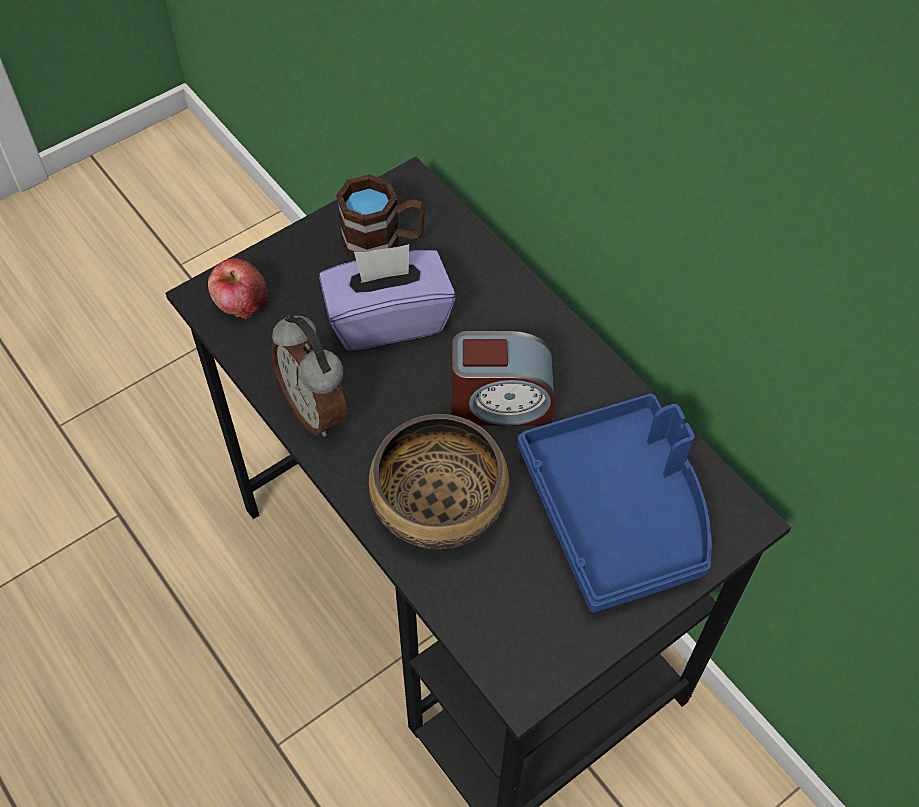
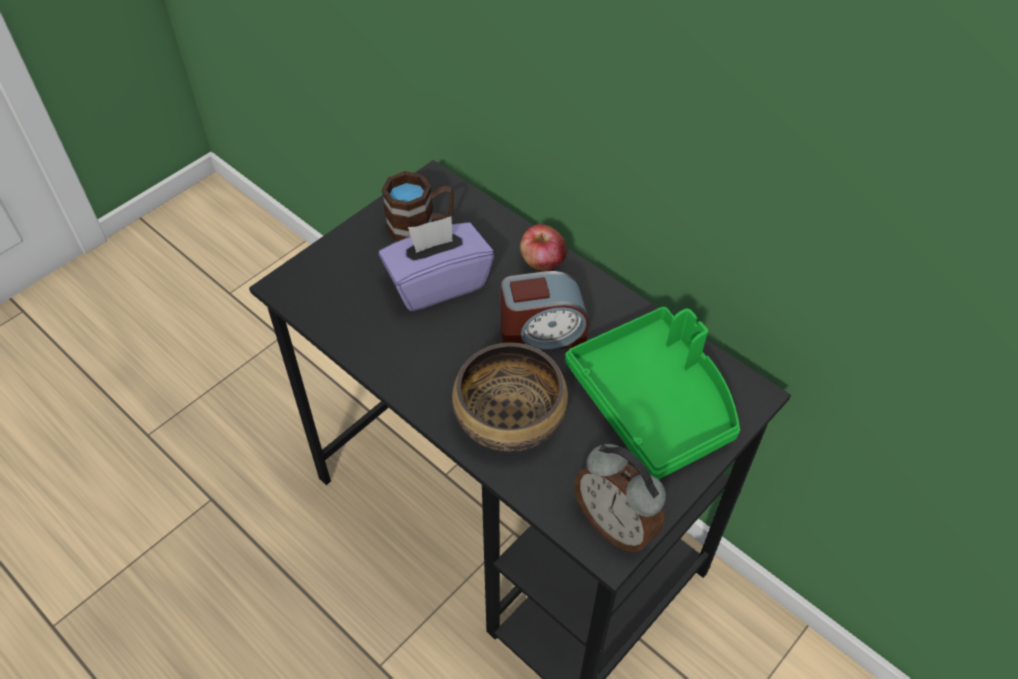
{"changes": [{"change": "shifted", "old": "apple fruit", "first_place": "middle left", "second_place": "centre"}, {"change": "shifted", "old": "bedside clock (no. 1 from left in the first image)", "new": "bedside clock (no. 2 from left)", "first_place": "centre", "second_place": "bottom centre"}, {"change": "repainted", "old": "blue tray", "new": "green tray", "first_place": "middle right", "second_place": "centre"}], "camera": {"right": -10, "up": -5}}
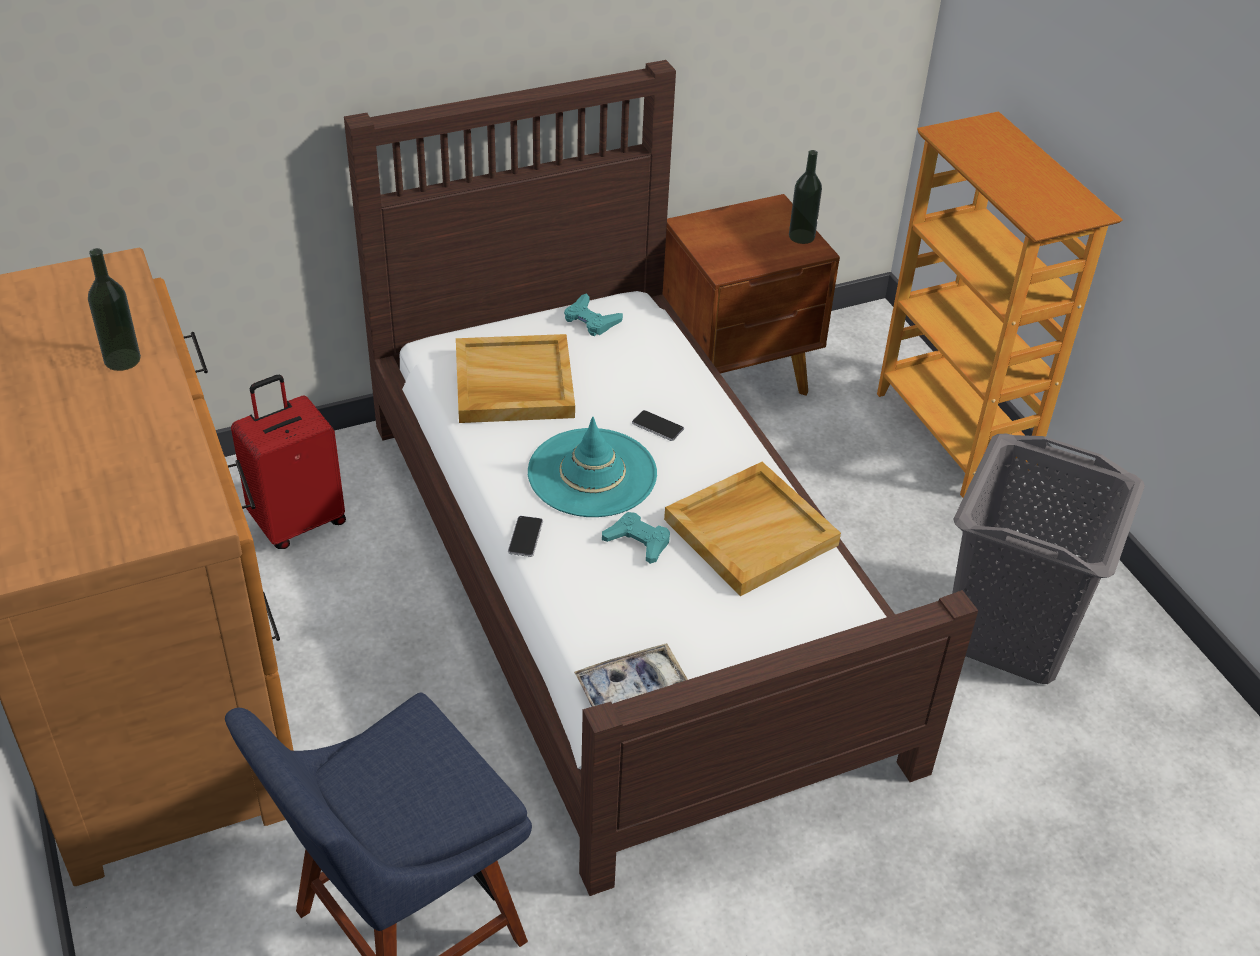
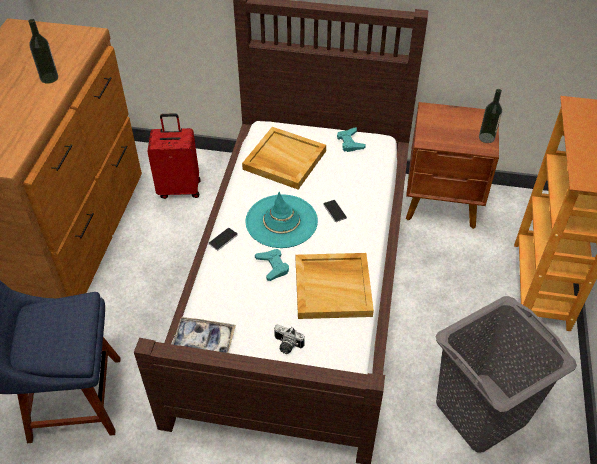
{"changes": [{"change": "new", "new": "photo camera", "second_place": "bottom centre"}], "camera": {"right": 35, "up": 5}}
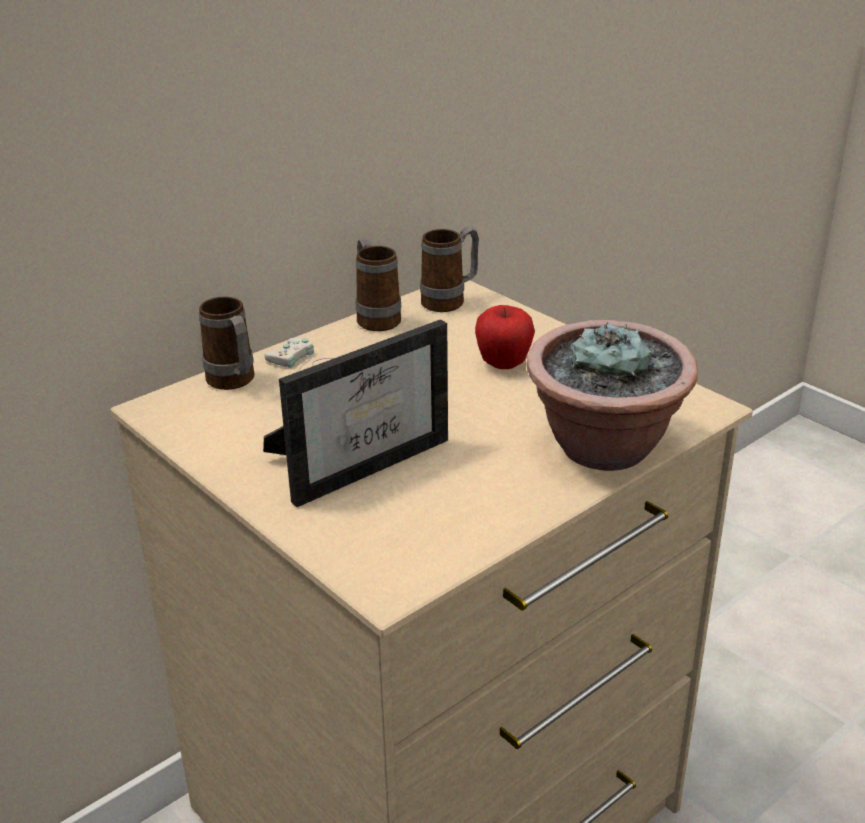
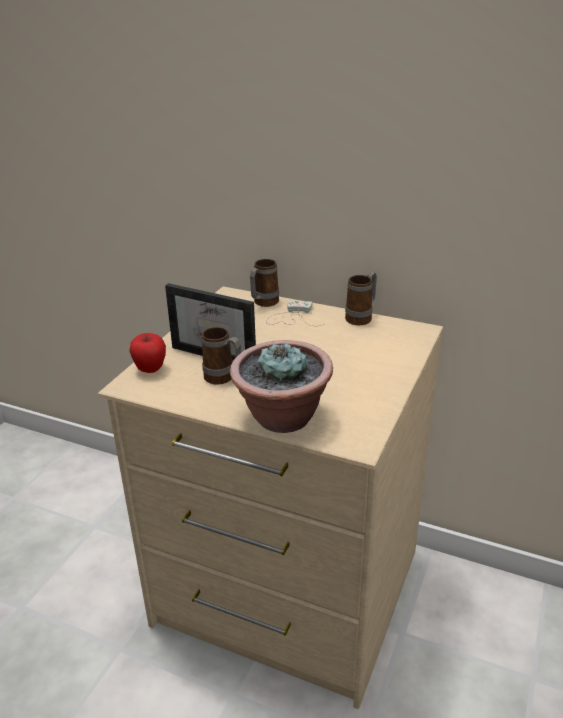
{"changes": [{"change": "shifted", "old": "coffee mug (no. 3 from left in the first image)", "new": "coffee mug (no. 1 from left)", "first_place": "top centre", "second_place": "centre"}, {"change": "shifted", "old": "apple fruit", "first_place": "centre", "second_place": "middle left"}], "camera": {"right": 65, "up": 0}}
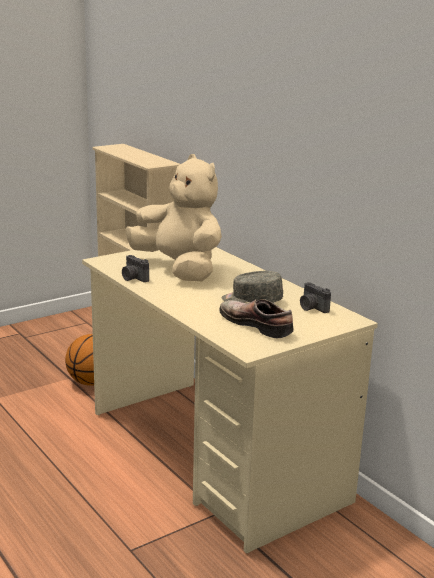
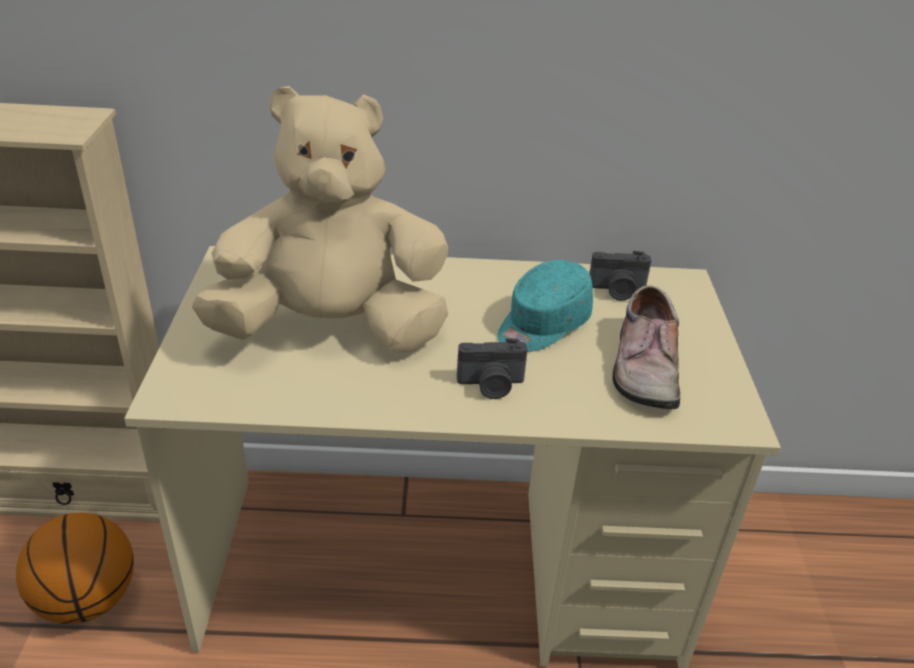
{"changes": [{"change": "shifted", "old": "photo camera (no. 1 from left)", "first_place": "middle left", "second_place": "centre"}, {"change": "rotated", "old": "item of footwear", "first_place": "centre", "second_place": "middle right", "degrees": -75}, {"change": "repainted", "old": "gray baseball cap", "new": "turquoise baseball cap", "first_place": "centre", "second_place": "centre"}], "camera": {"right": -55, "up": 15}}
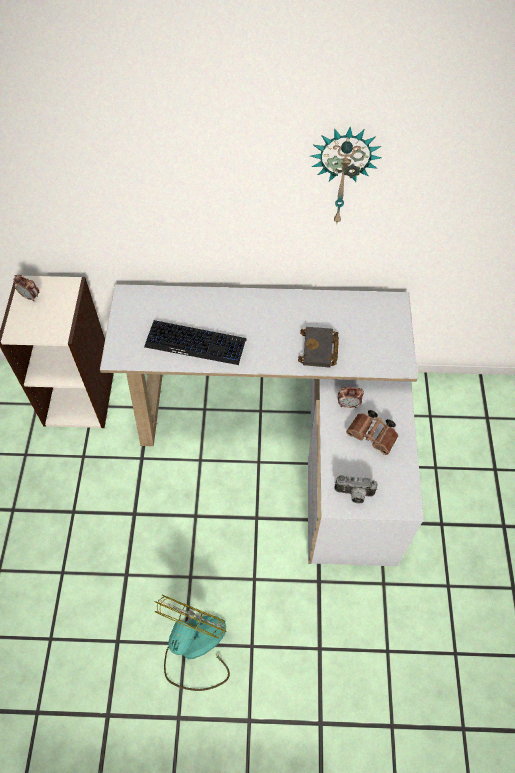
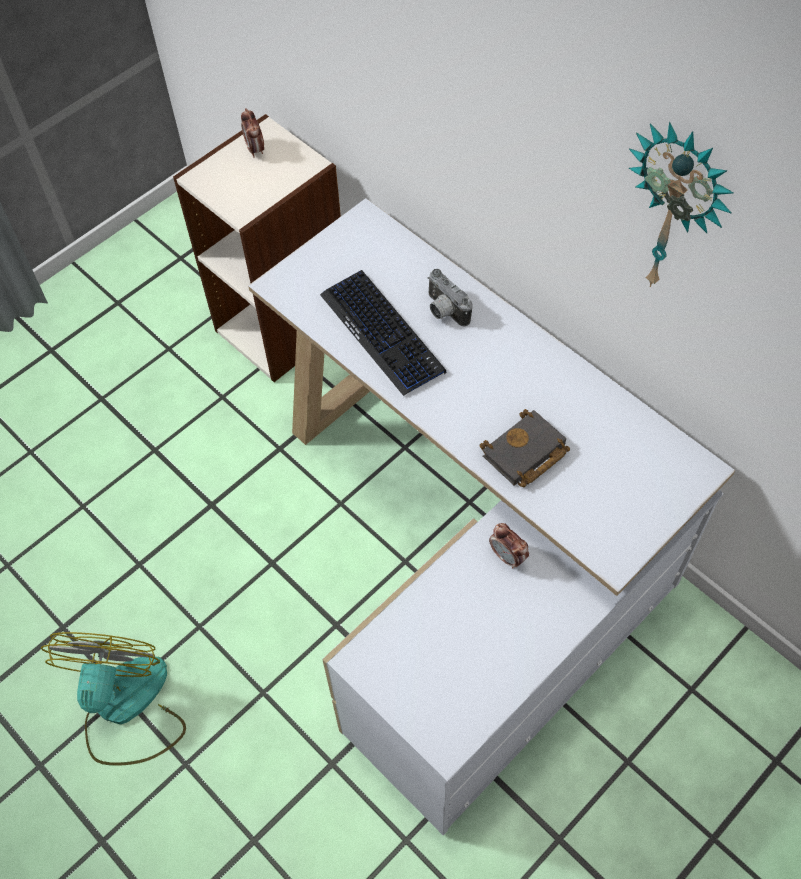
{"changes": [{"change": "rotated", "old": "electric fan", "first_place": "bottom centre", "second_place": "bottom left", "degrees": -60}, {"change": "shifted", "old": "photo camera", "first_place": "middle right", "second_place": "centre"}, {"change": "gone", "old": "brown-coloured binoculars", "first_place": "middle right"}], "camera": {"right": 45, "up": 0}}
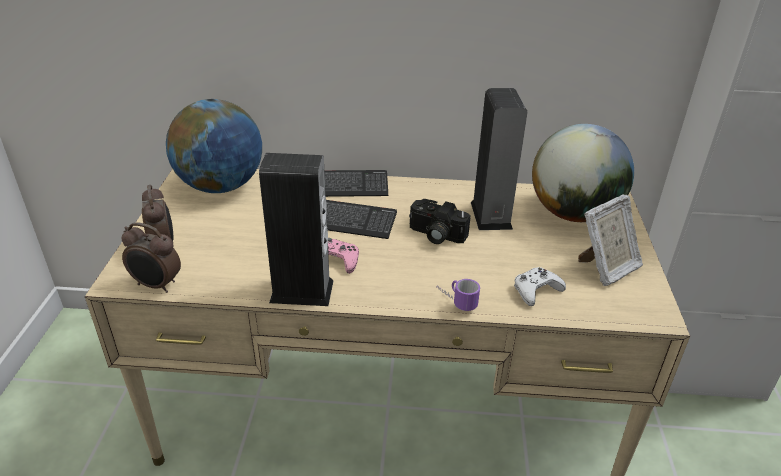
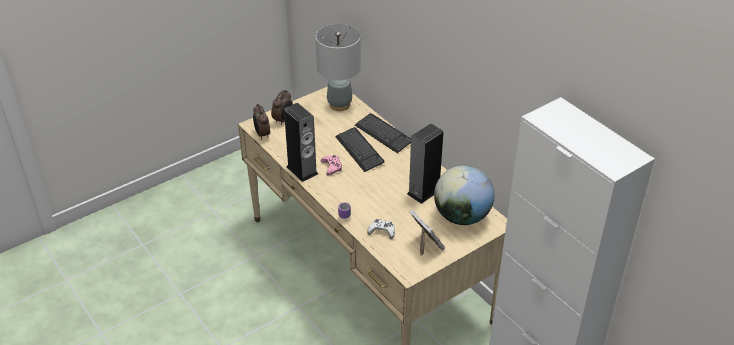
{"changes": [{"change": "swapped", "old": "globe (no. 1 from left)", "new": "gray table lamp", "first_place": "top left", "second_place": "top centre"}, {"change": "gone", "old": "photo camera", "first_place": "centre"}, {"change": "rotated", "old": "picture frame", "first_place": "middle right", "second_place": "bottom centre", "degrees": -135}], "camera": {"right": 50, "up": 5}}
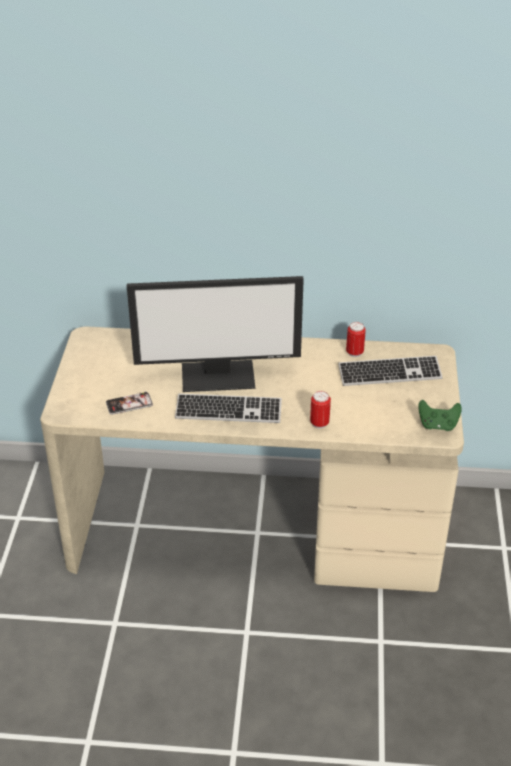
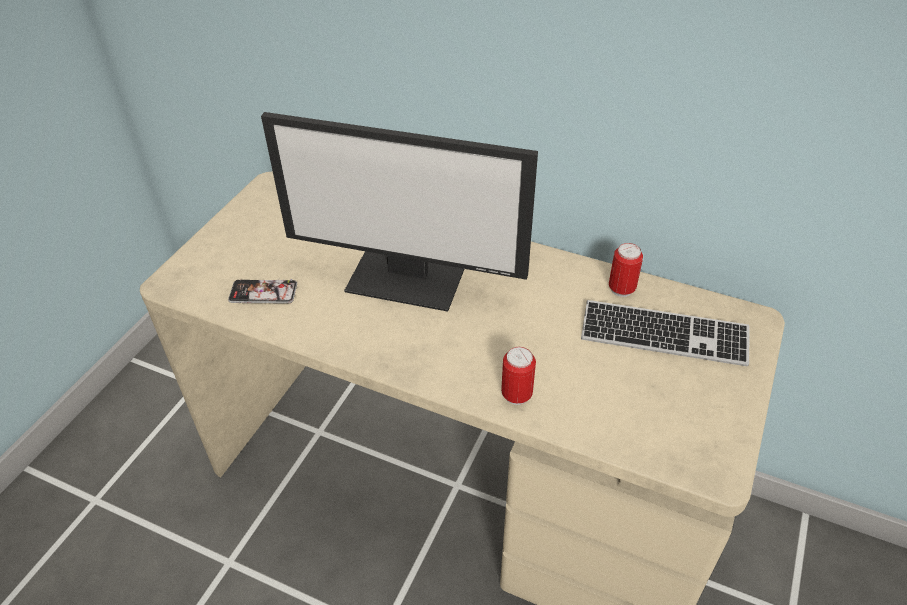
{"changes": [{"change": "gone", "old": "computer keyboard (no. 1 from left)", "first_place": "centre"}, {"change": "gone", "old": "green gamepad", "first_place": "middle right"}], "camera": {"right": 20, "up": 5}}
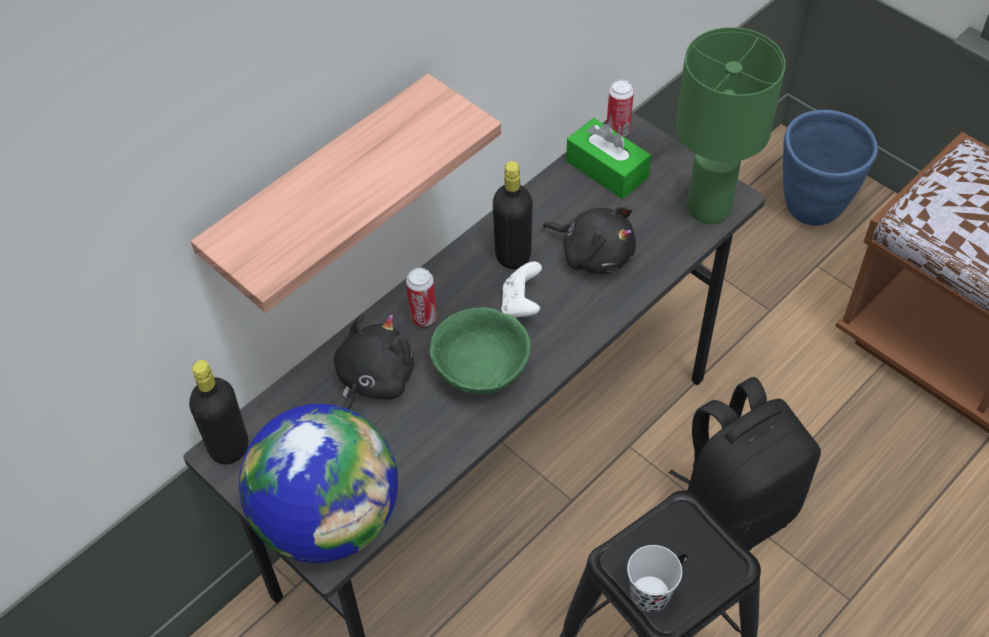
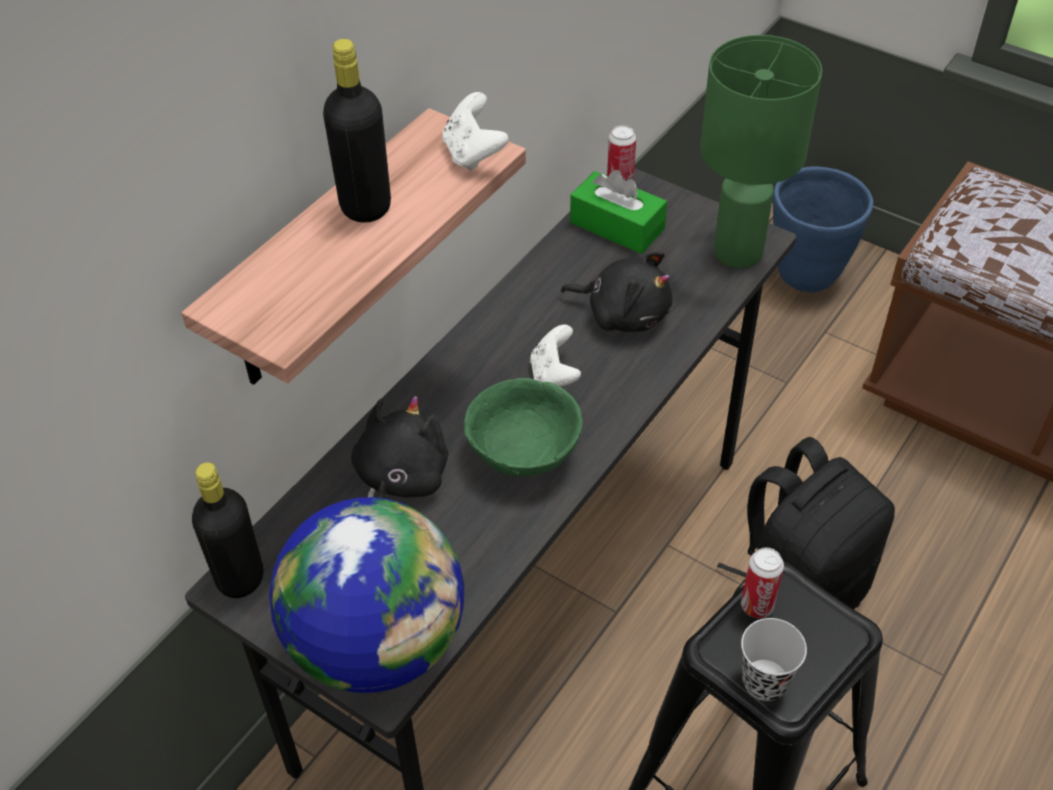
{"changes": [{"change": "shifted", "old": "metal can (no. 1 from left in the first image)", "new": "metal can (no. 2 from left)", "first_place": "centre", "second_place": "bottom right"}, {"change": "shifted", "old": "blackish bottle (no. 2 from left)", "first_place": "centre", "second_place": "top centre"}, {"change": "new", "new": "white-coloured gamepad (no. 1 from left)", "second_place": "top centre"}], "camera": {"right": -10, "up": -5}}
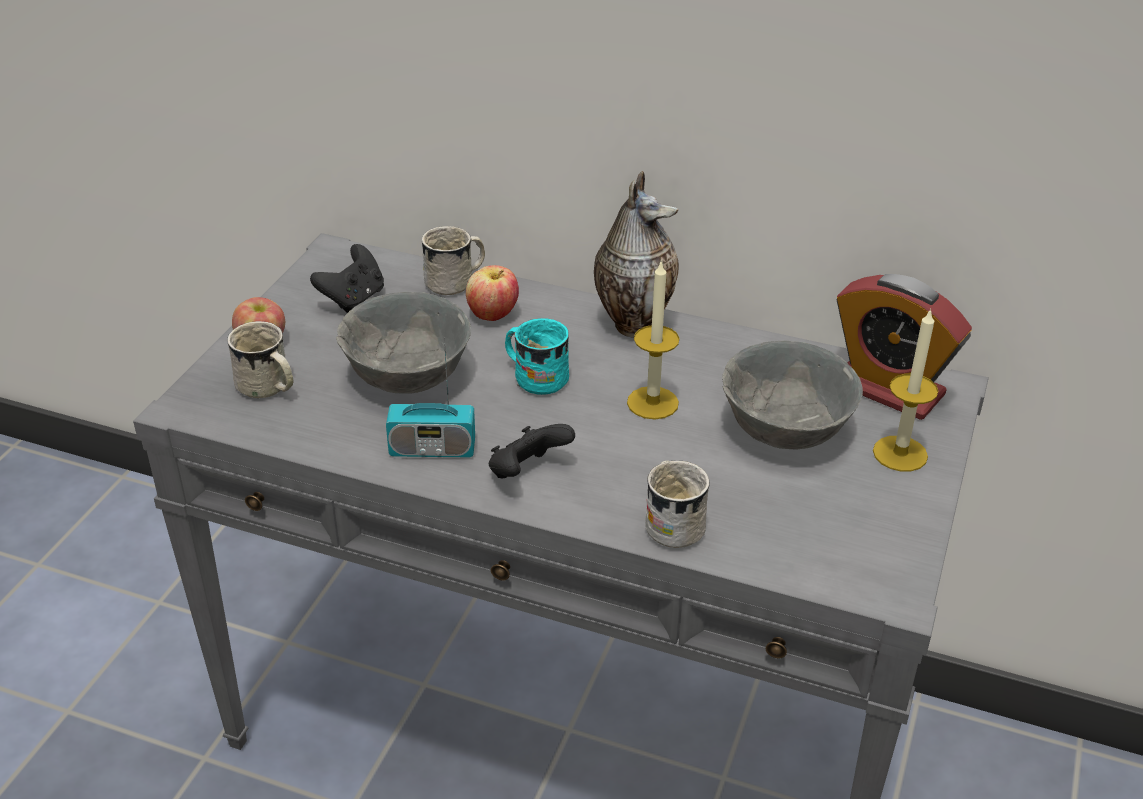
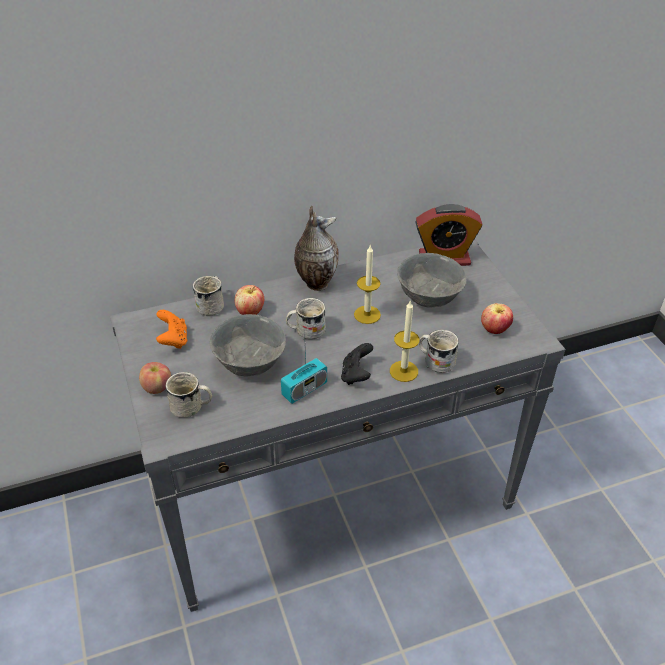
{"changes": [{"change": "repainted", "old": "blackish gamepad (no. 1 from left)", "new": "orange gamepad", "first_place": "middle left", "second_place": "middle left"}, {"change": "repainted", "old": "turquoise coffee mug", "new": "white-coloured coffee mug (no. 3 from left)", "first_place": "centre", "second_place": "centre"}, {"change": "shifted", "old": "wax candle (no. 2 from left)", "first_place": "middle right", "second_place": "centre"}, {"change": "new", "new": "apple fruit (no. 3 from left)", "second_place": "middle right"}], "camera": {"right": -40, "up": 5}}
